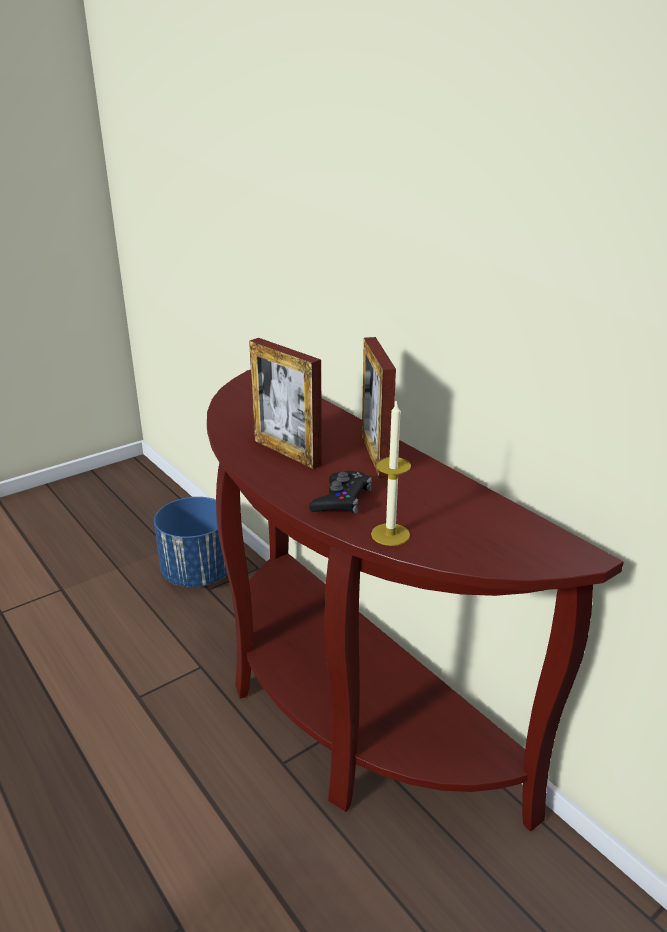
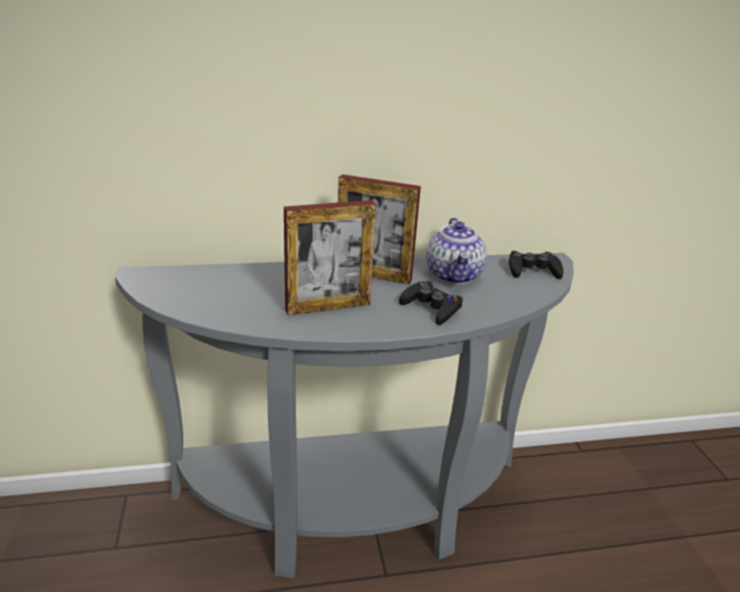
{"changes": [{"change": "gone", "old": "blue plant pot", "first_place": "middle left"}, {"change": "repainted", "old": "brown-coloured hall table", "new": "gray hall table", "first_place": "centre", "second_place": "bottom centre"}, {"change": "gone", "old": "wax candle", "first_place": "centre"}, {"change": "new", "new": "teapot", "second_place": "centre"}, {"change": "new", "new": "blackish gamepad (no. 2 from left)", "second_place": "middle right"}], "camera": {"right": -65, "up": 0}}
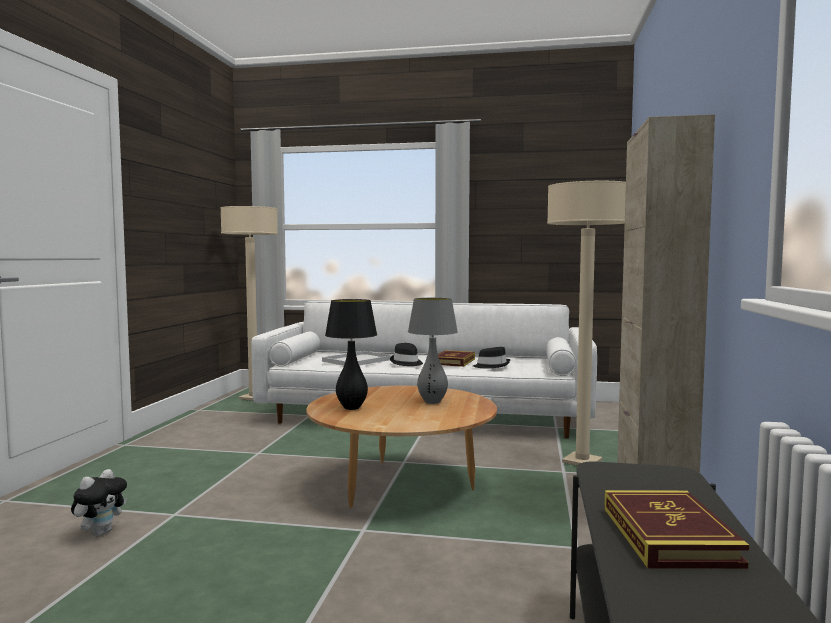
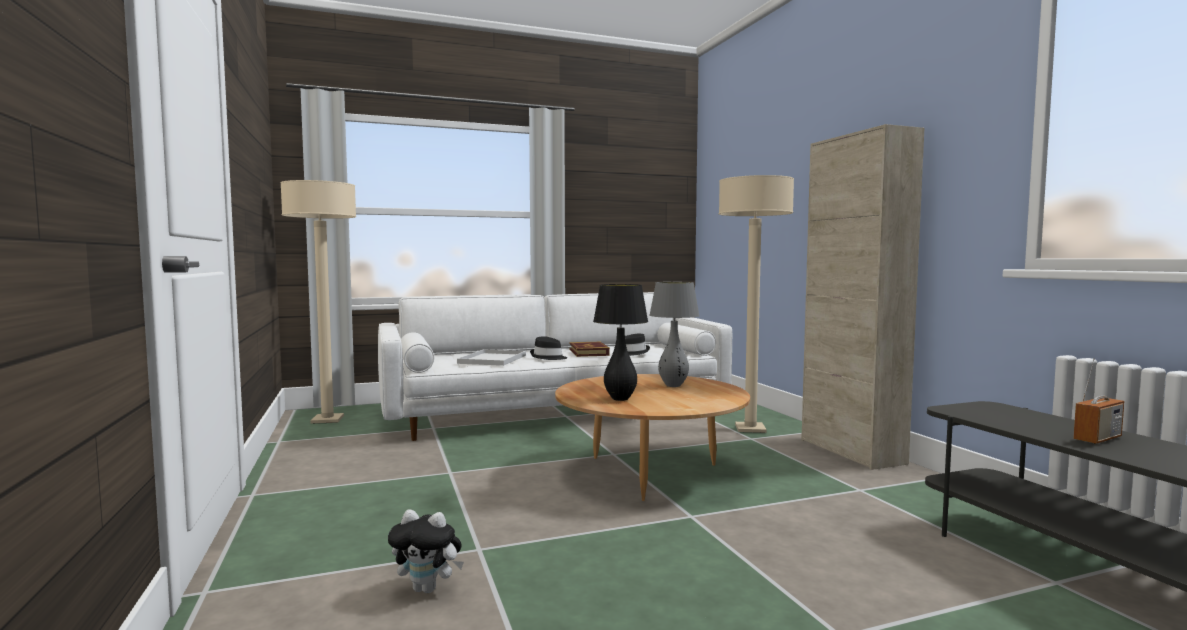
{"changes": [{"change": "rotated", "old": "cuddly toy", "first_place": "bottom left", "second_place": "bottom centre", "degrees": 105}, {"change": "swapped", "old": "volume (no. 2 from left)", "new": "radio", "first_place": "bottom right", "second_place": "middle right"}], "camera": {"right": -30, "up": 0}}
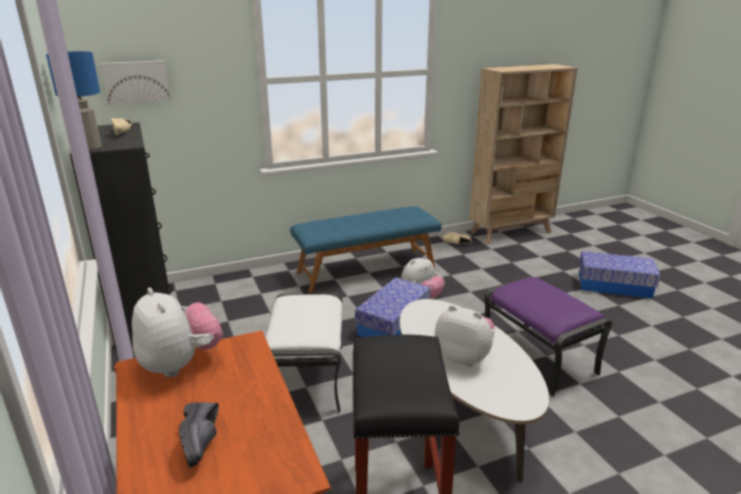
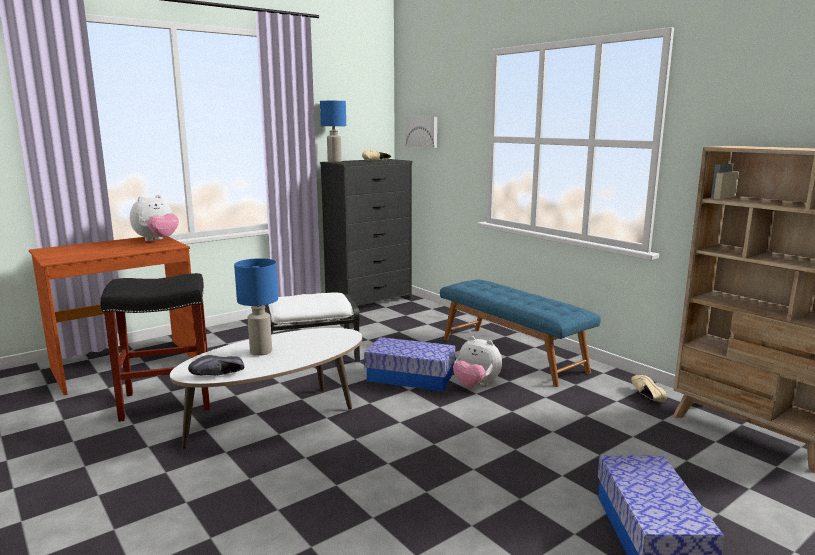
{"changes": [{"change": "shifted", "old": "blackish item of footwear", "first_place": "bottom left", "second_place": "middle left"}, {"change": "swapped", "old": "cuddly toy (no. 3 from left)", "new": "blue table lamp (no. 1 from left)", "first_place": "bottom centre", "second_place": "middle left"}, {"change": "gone", "old": "purplish ottoman", "first_place": "bottom right"}], "camera": {"right": 75, "up": -10}}
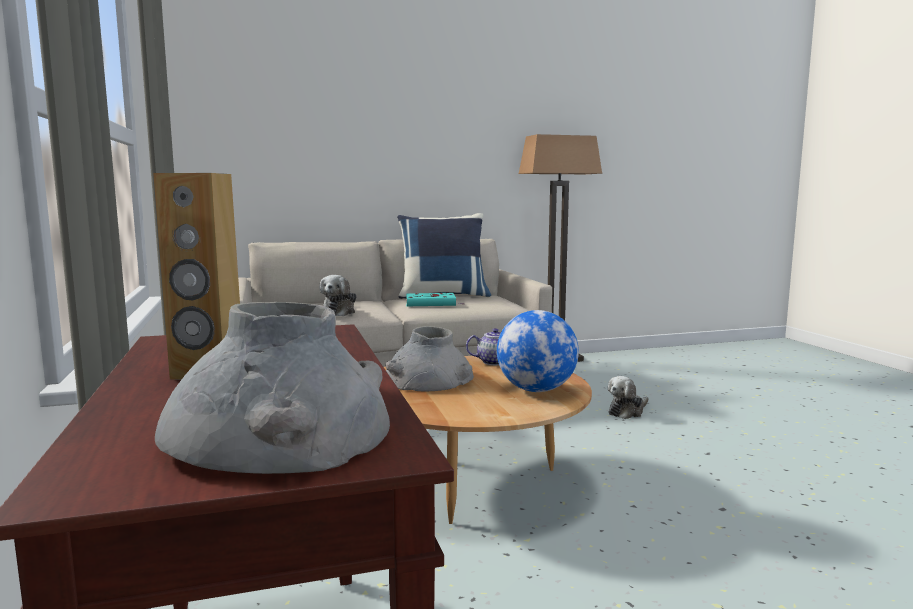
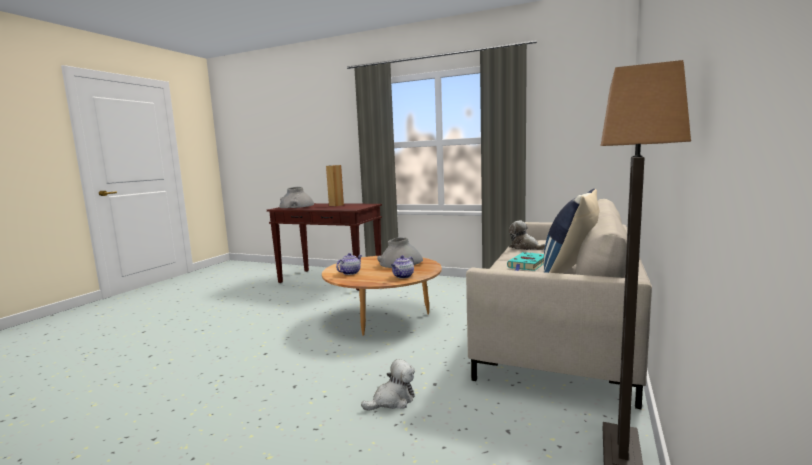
{"changes": [{"change": "swapped", "old": "globe", "new": "teapot (no. 1 from left)", "first_place": "centre", "second_place": "centre"}, {"change": "rotated", "old": "cuddly toy (no. 2 from left in the first image)", "first_place": "middle right", "second_place": "bottom centre", "degrees": 60}], "camera": {"right": 130, "up": 0}}
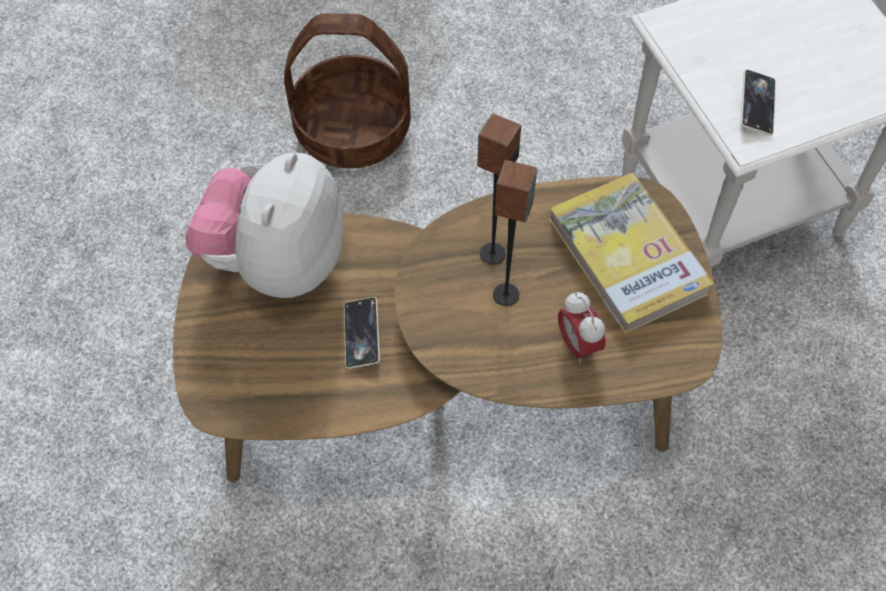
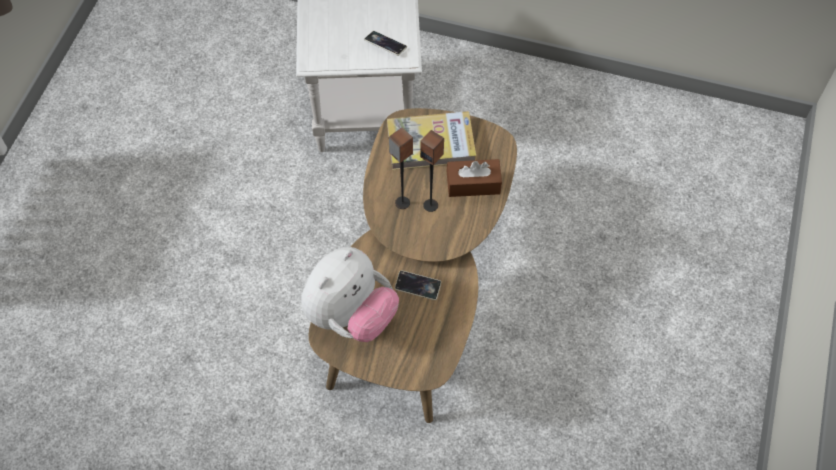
{"changes": [{"change": "rotated", "old": "cuddly toy", "first_place": "middle left", "second_place": "centre", "degrees": -90}, {"change": "gone", "old": "basket", "first_place": "top centre"}, {"change": "swapped", "old": "bedside clock", "new": "brown-coloured box of tissues", "first_place": "centre", "second_place": "centre"}], "camera": {"right": -70, "up": 0}}
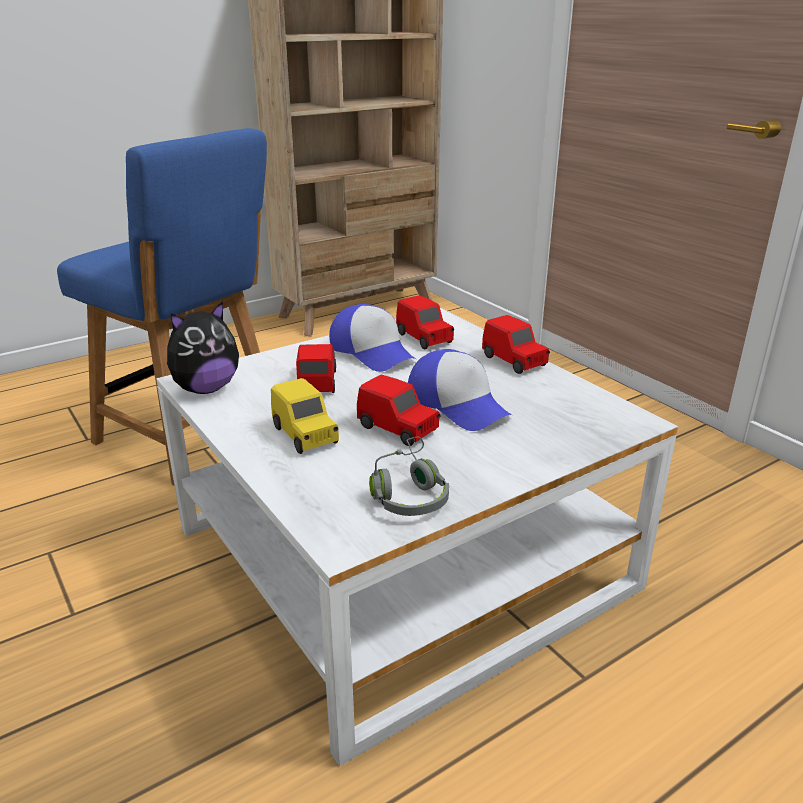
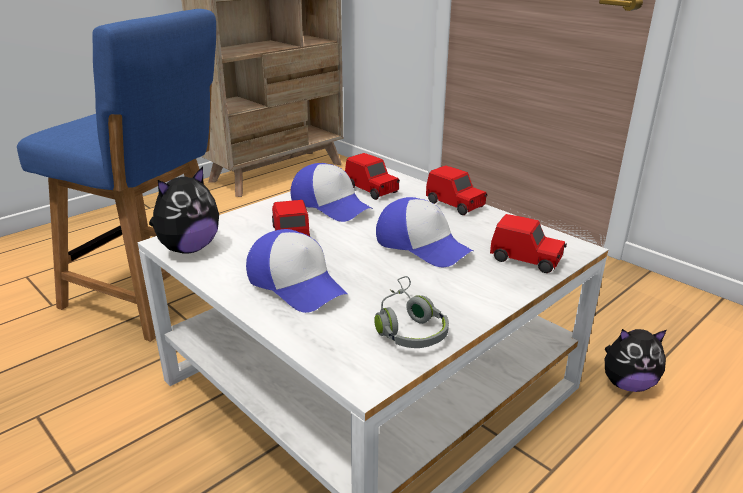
{"changes": [{"change": "swapped", "old": "yellow-coloured toy car", "new": "baseball cap (no. 1 from left)", "first_place": "centre", "second_place": "centre"}, {"change": "shifted", "old": "red-coloured toy car (no. 2 from left in the first image)", "new": "red-coloured toy car (no. 4 from left)", "first_place": "centre", "second_place": "middle right"}, {"change": "new", "new": "cuddly toy (no. 2 from left)", "second_place": "bottom right"}], "camera": {"right": -10, "up": 0}}
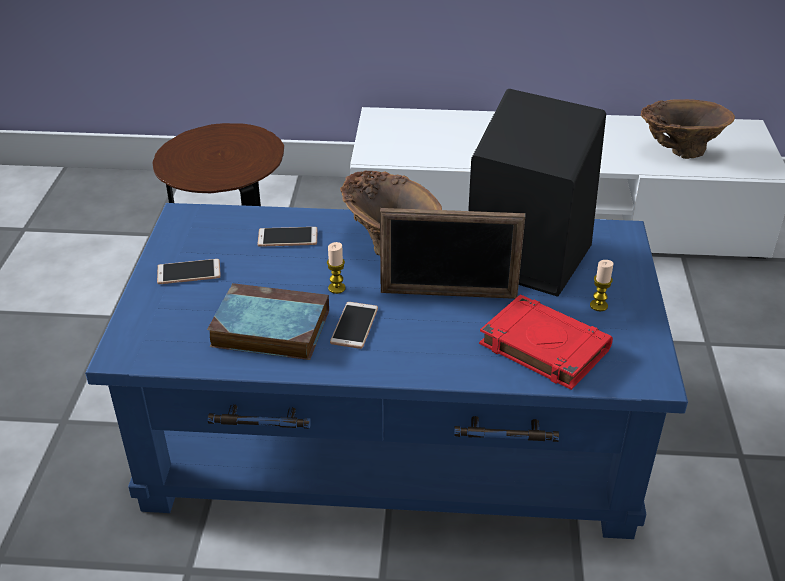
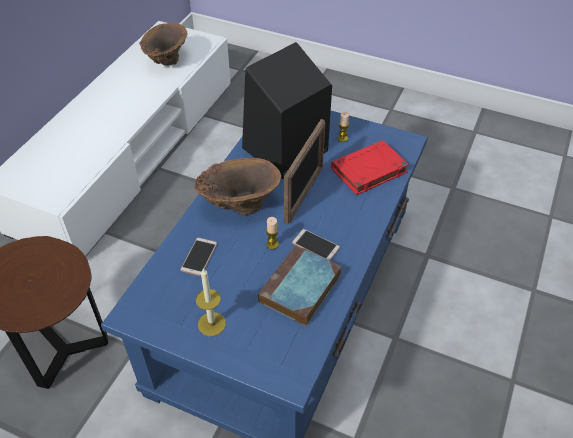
{"changes": [{"change": "swapped", "old": "phone (no. 1 from left)", "new": "wax candle (no. 1 from left)", "first_place": "middle left", "second_place": "bottom centre"}], "camera": {"right": -70, "up": 10}}
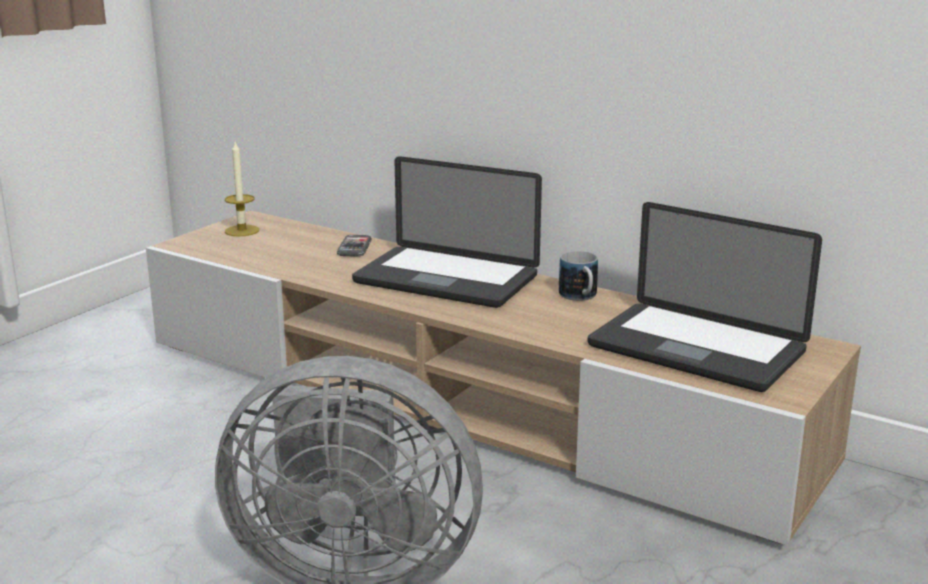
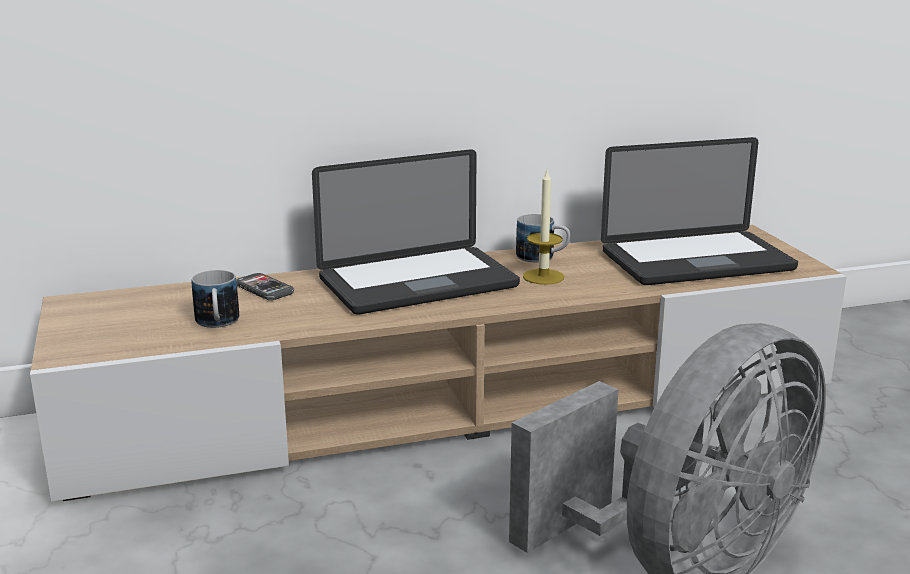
{"changes": [{"change": "shifted", "old": "wax candle", "first_place": "top left", "second_place": "centre"}, {"change": "new", "new": "coffee mug (no. 1 from left)", "second_place": "middle left"}], "camera": {"right": -50, "up": 0}}
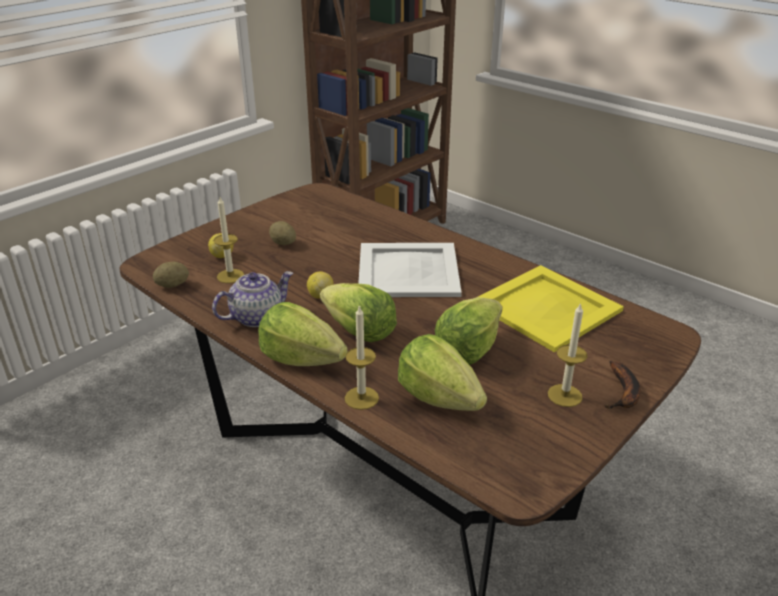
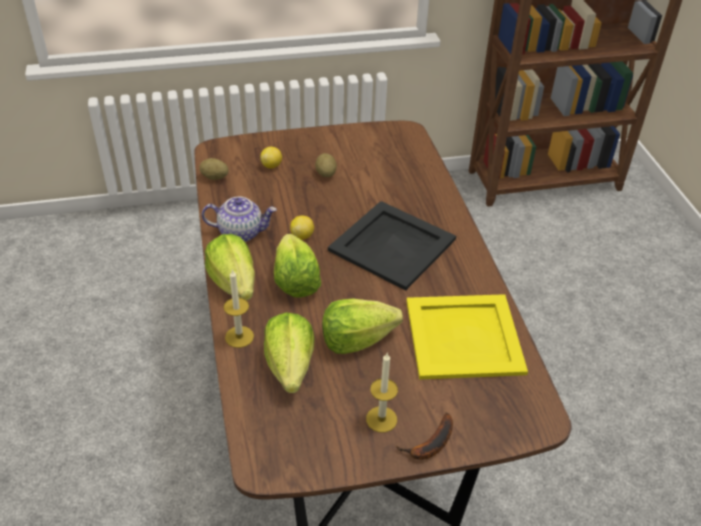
{"changes": [{"change": "gone", "old": "wax candle (no. 1 from left)", "first_place": "middle left"}, {"change": "repainted", "old": "white-coloured tray", "new": "blackish tray", "first_place": "centre", "second_place": "centre"}], "camera": {"right": 35, "up": 10}}
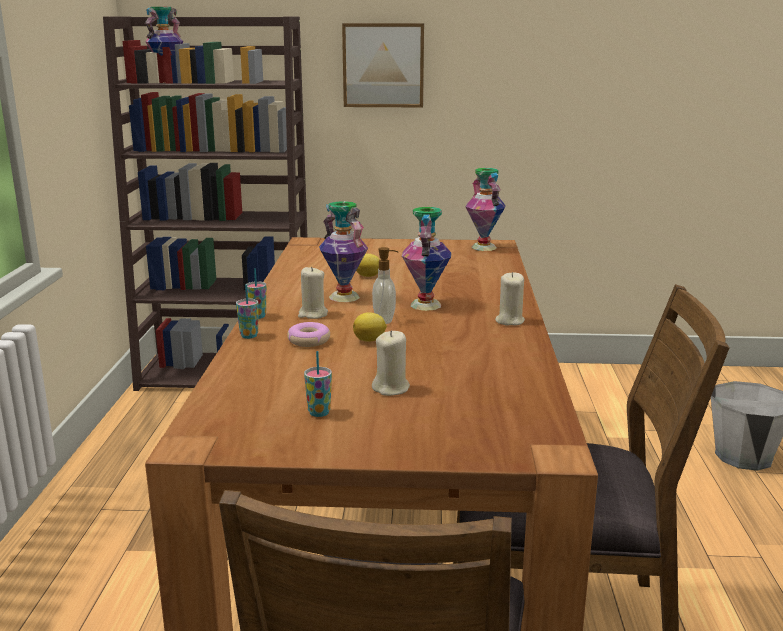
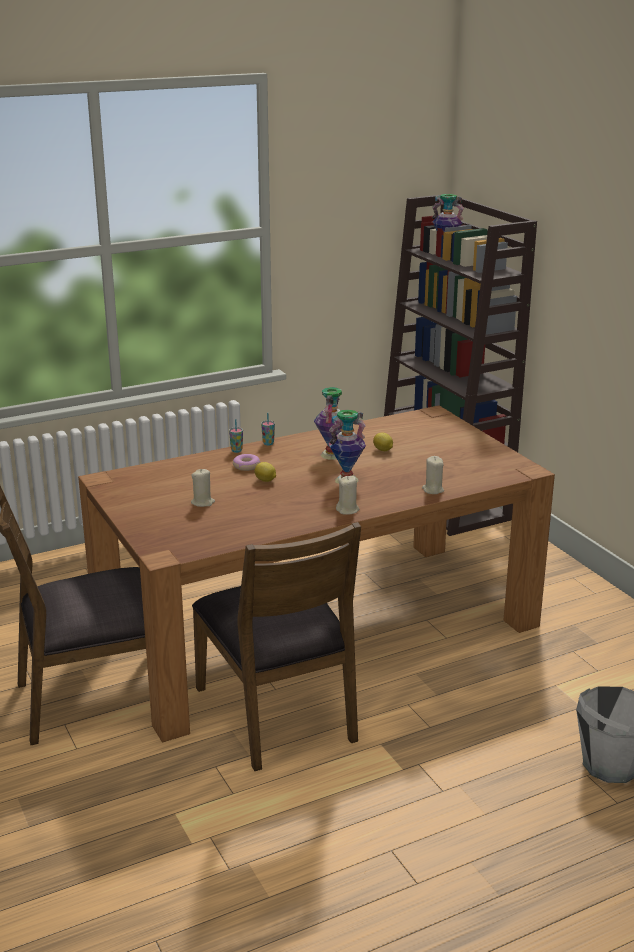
{"changes": [{"change": "shifted", "old": "beige-coloured wax candle (no. 1 from left in the first image)", "new": "beige-coloured wax candle (no. 3 from left)", "first_place": "centre", "second_place": "middle right"}, {"change": "gone", "old": "cup (no. 3 from left)", "first_place": "centre"}, {"change": "gone", "old": "wall picture", "first_place": "top centre"}, {"change": "gone", "old": "liquid soap bottle", "first_place": "centre"}, {"change": "gone", "old": "decorative vase (no. 4 from left)", "first_place": "top centre"}], "camera": {"right": 60, "up": 5}}
